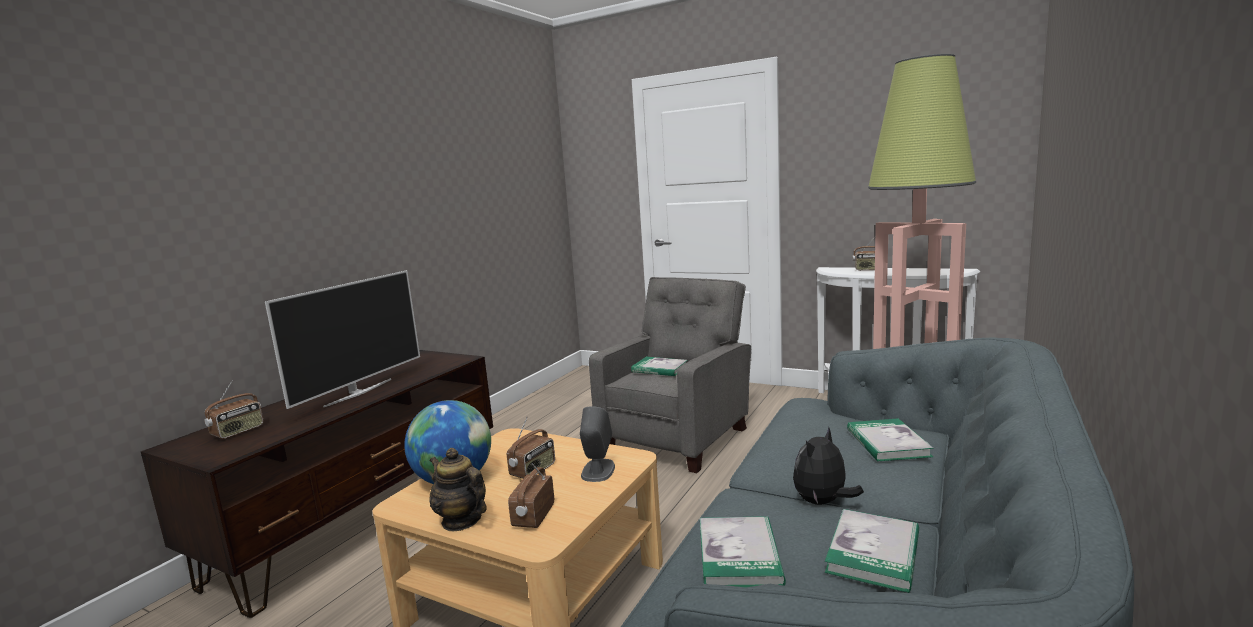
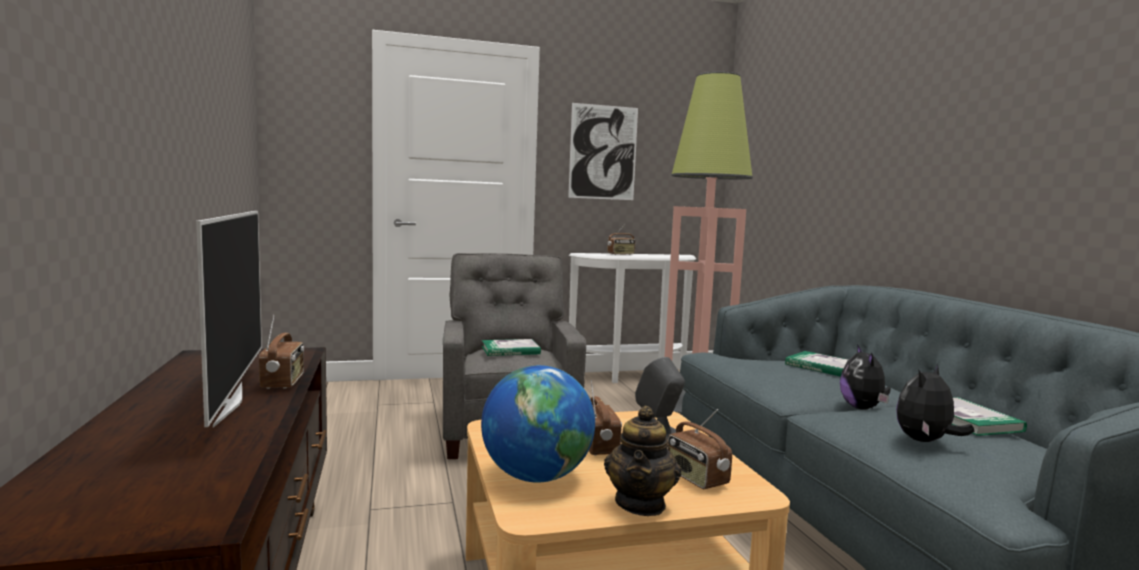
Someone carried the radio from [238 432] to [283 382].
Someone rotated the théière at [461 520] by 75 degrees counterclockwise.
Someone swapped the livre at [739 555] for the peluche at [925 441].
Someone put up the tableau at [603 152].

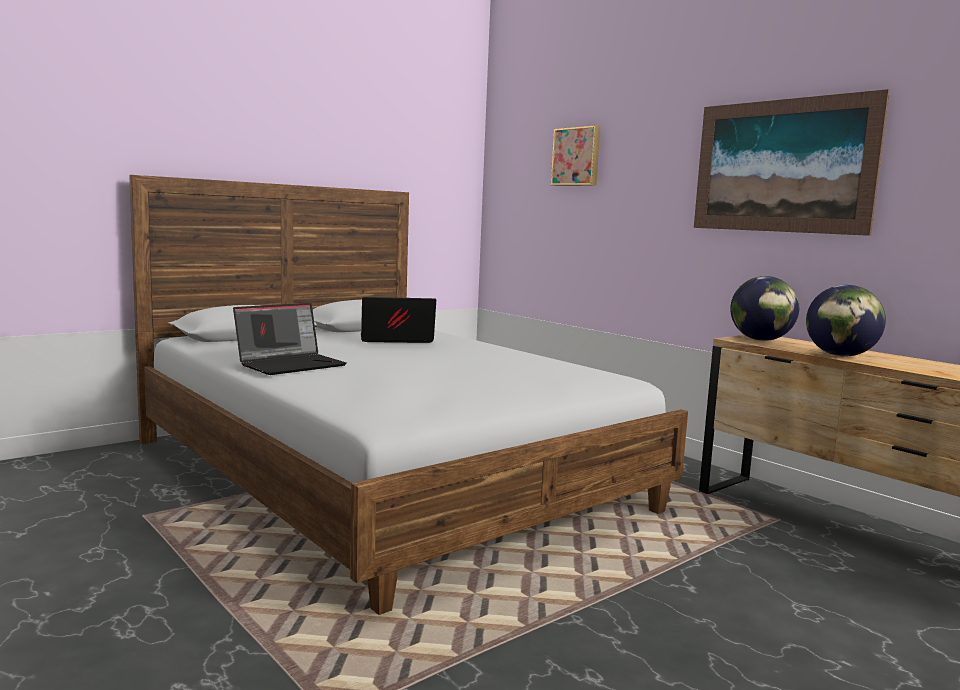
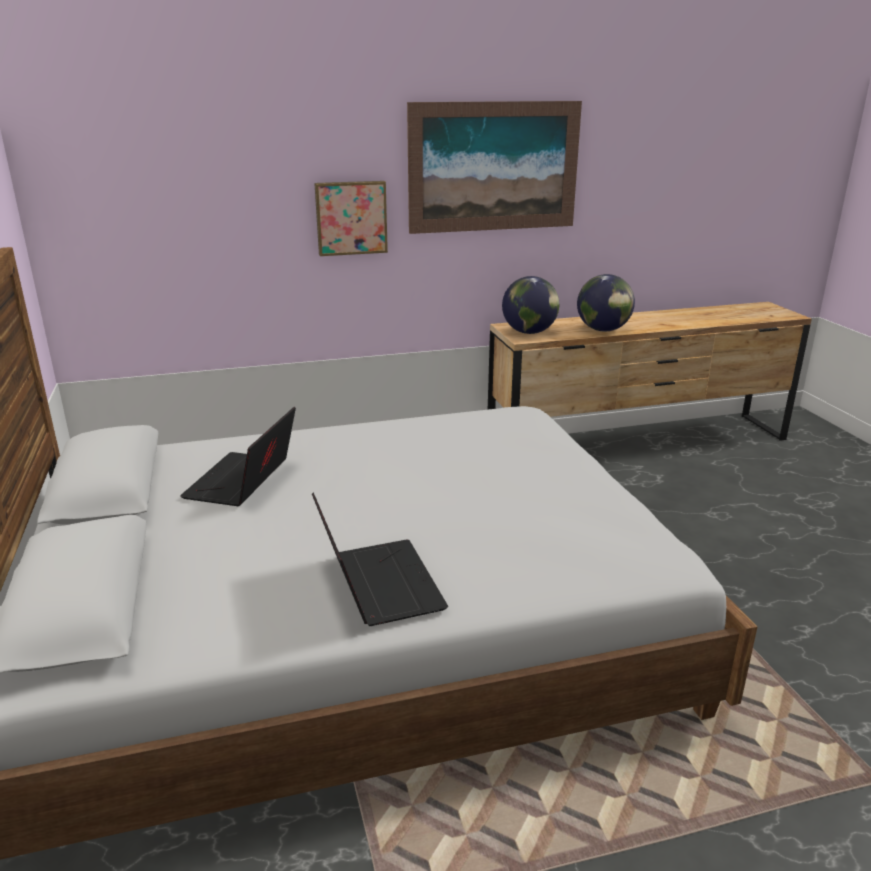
Someone carried the tableau from [577 156] to [351 217].

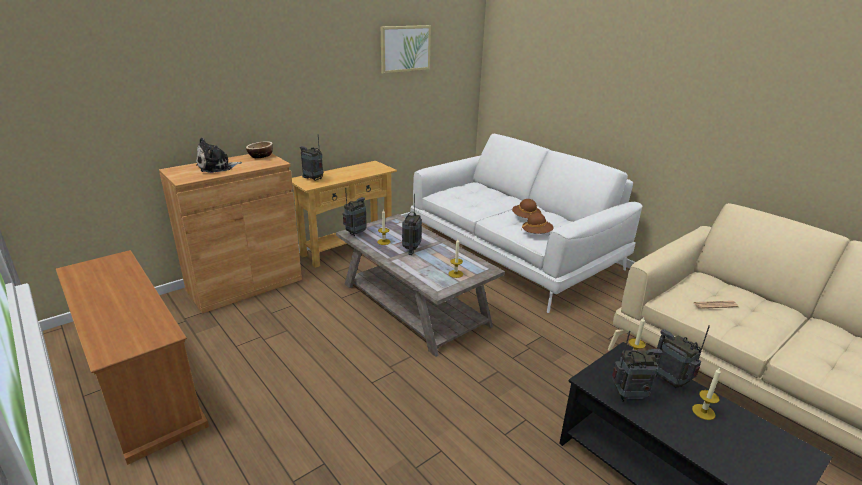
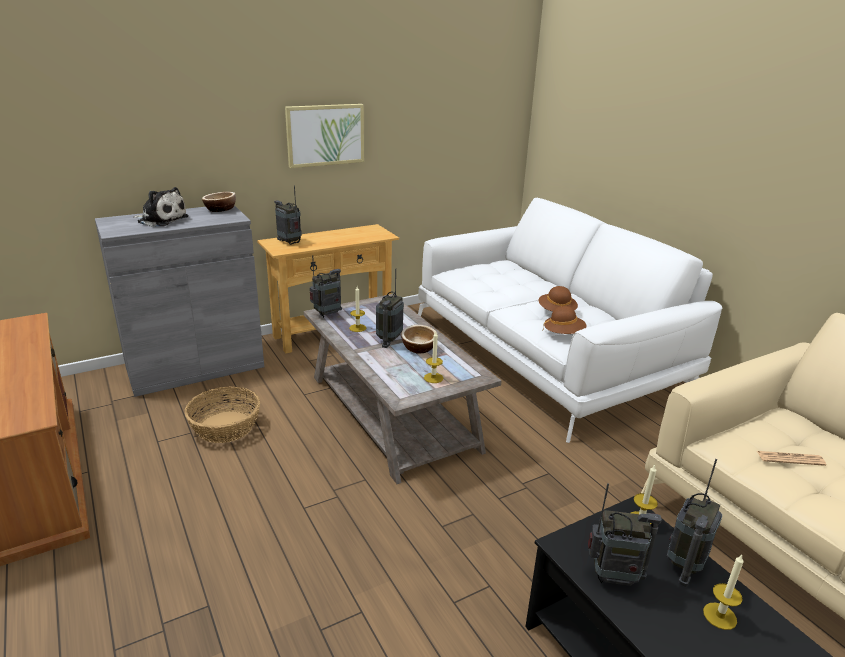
Someone repainted the meuble de rangement (marron) at [245 285], which became the meuble de rangement (gris) at [195 367].
Someone rotated the peluche at [217 167] by 135 degrees counterclockwise.
Someone carried the tableau from [405 48] to [325 135].
Someone rotated the radio at [670 382] by 120 degrees counterclockwise.
Someone put down the panier at [225 427].
Someone put down the bol at [418 348].

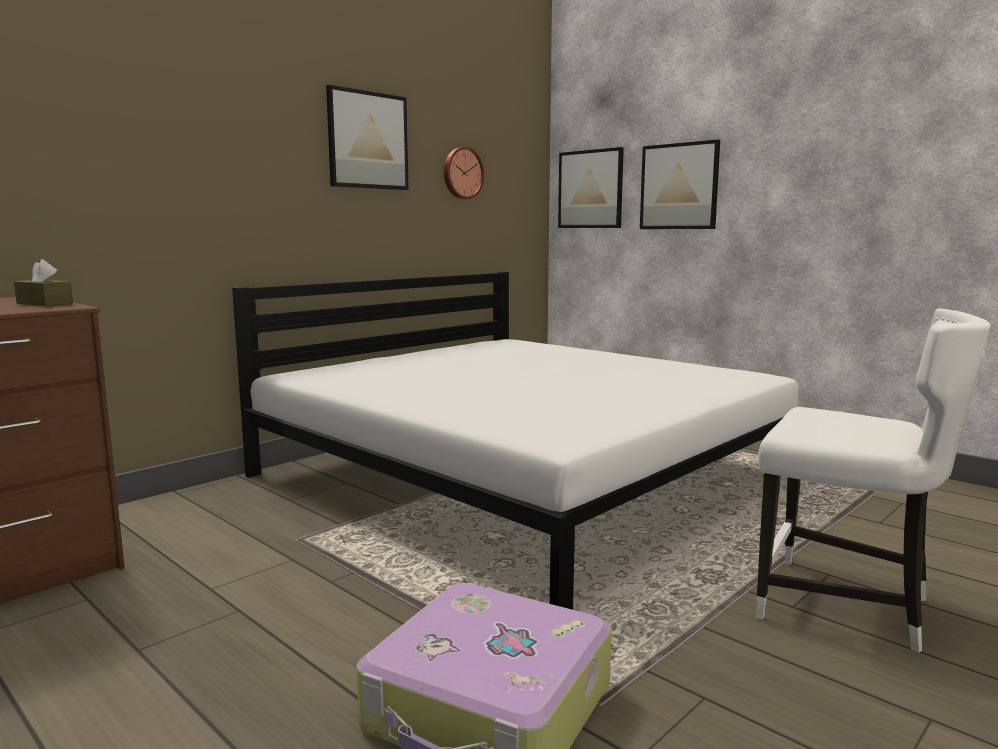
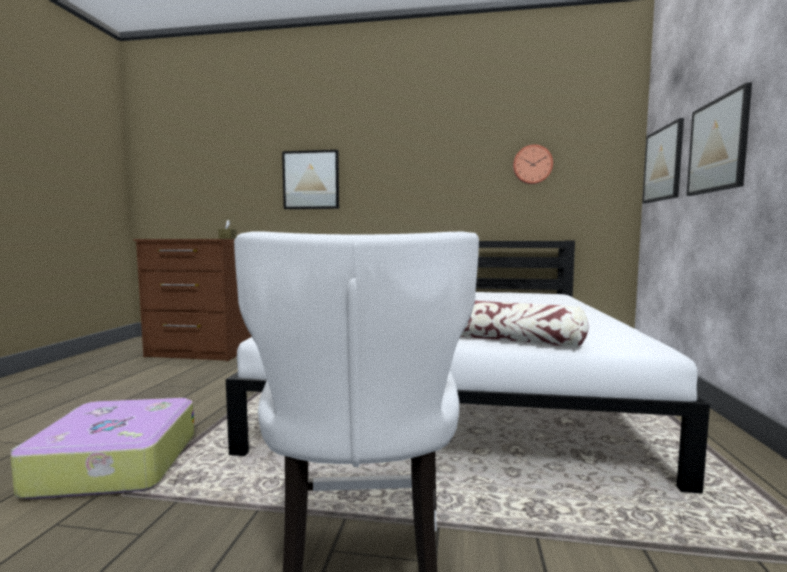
Someone carried the tableau from [368 140] to [311 180].
Someone put down the coussin at [506 340].

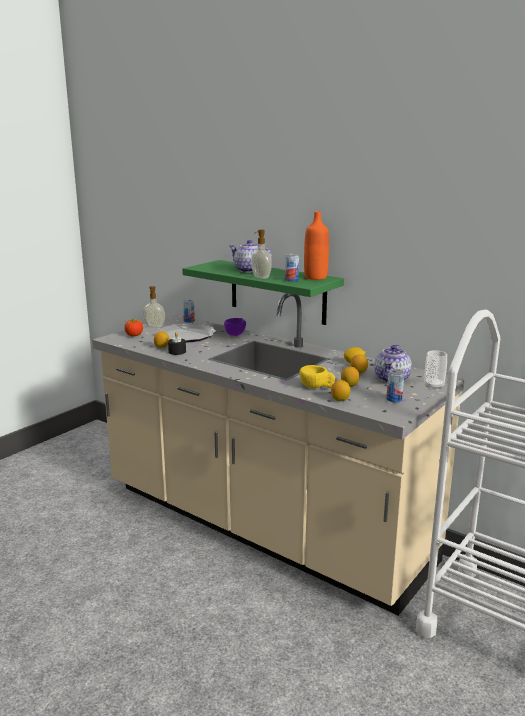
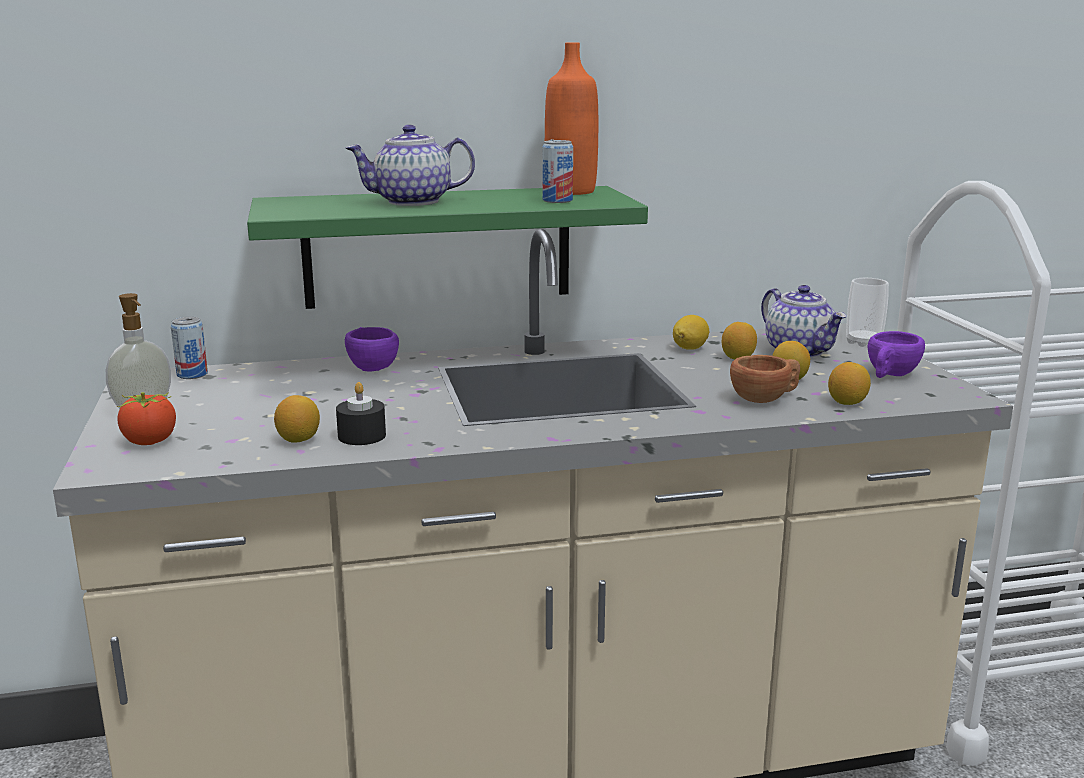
Someone took away the assiette at [187 335].
Someone took away the distributeur de savon at [260 277].
Someone repainted the tasse (jaune) at [317 387], which became the tasse (marron) at [766 399].
Someone swapped the boîte métallique at [394 399] for the tasse (violet) at [890 375].

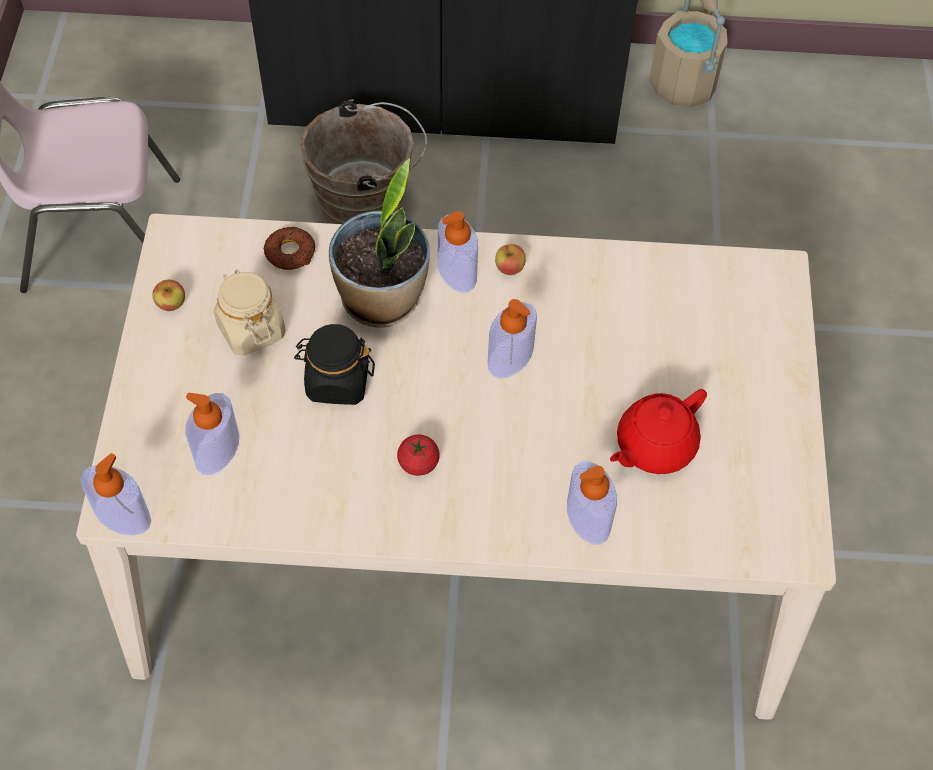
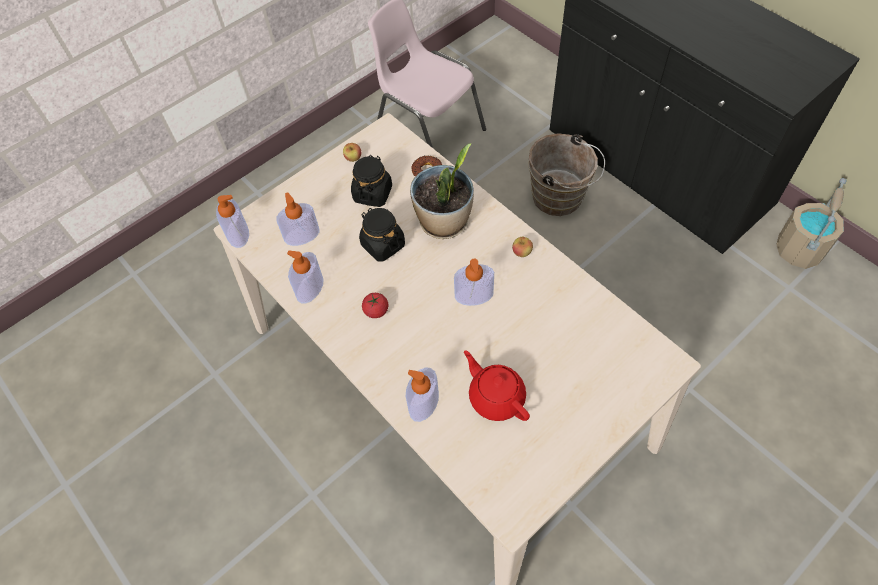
Someone repainted the bocal (beige) at [251 329], which became the bocal (noir) at [373 193].
Someone carried the distributeur de savon from [457 271] to [310 288].
Someone rotated the théière (rouge) at [653 446] by 45 degrees clockwise.

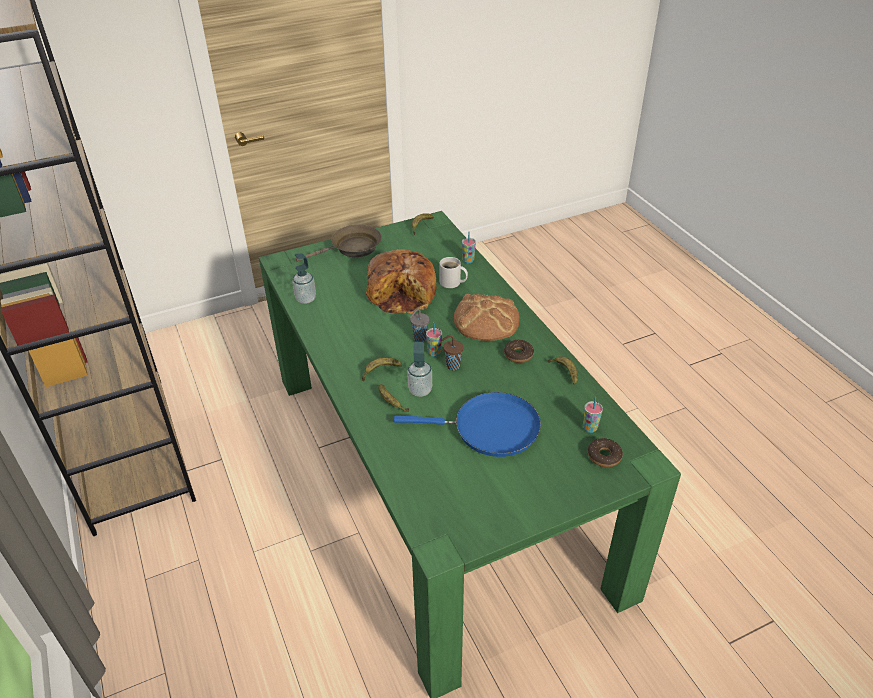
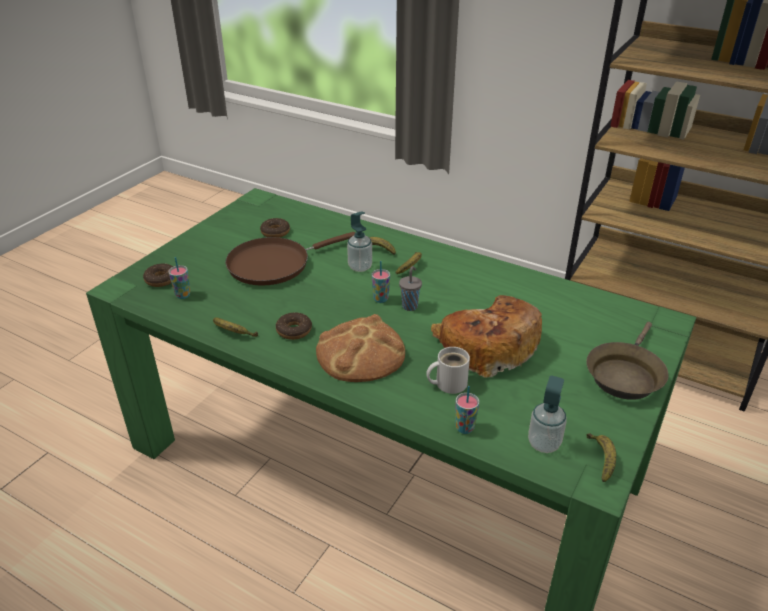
Someone carried the distributeur de savon from [306 299] to [543 443].
Someone repainted the poêle (bleu) at [490 428], which became the poêle (marron) at [274 264].
Someone took away the tasse (marron) at [452 366].
Someone put down the beignet at [275 232].

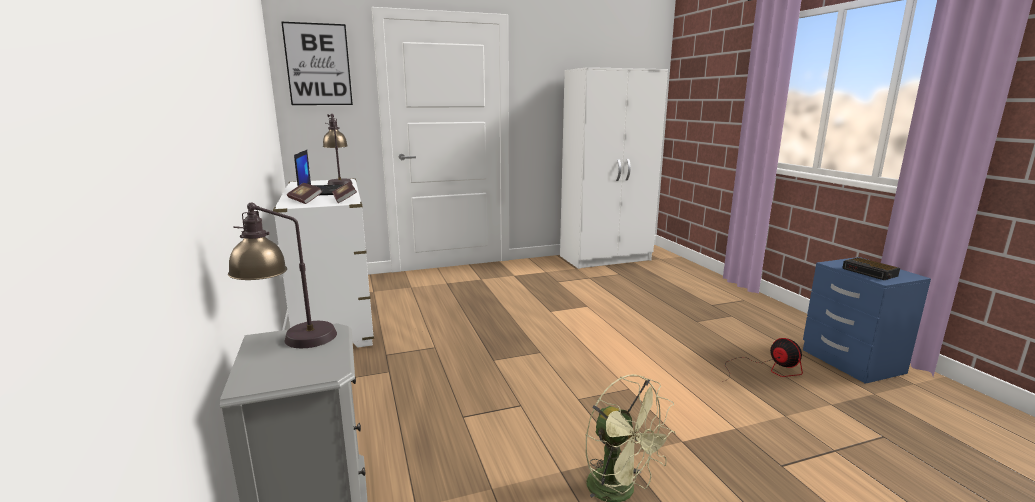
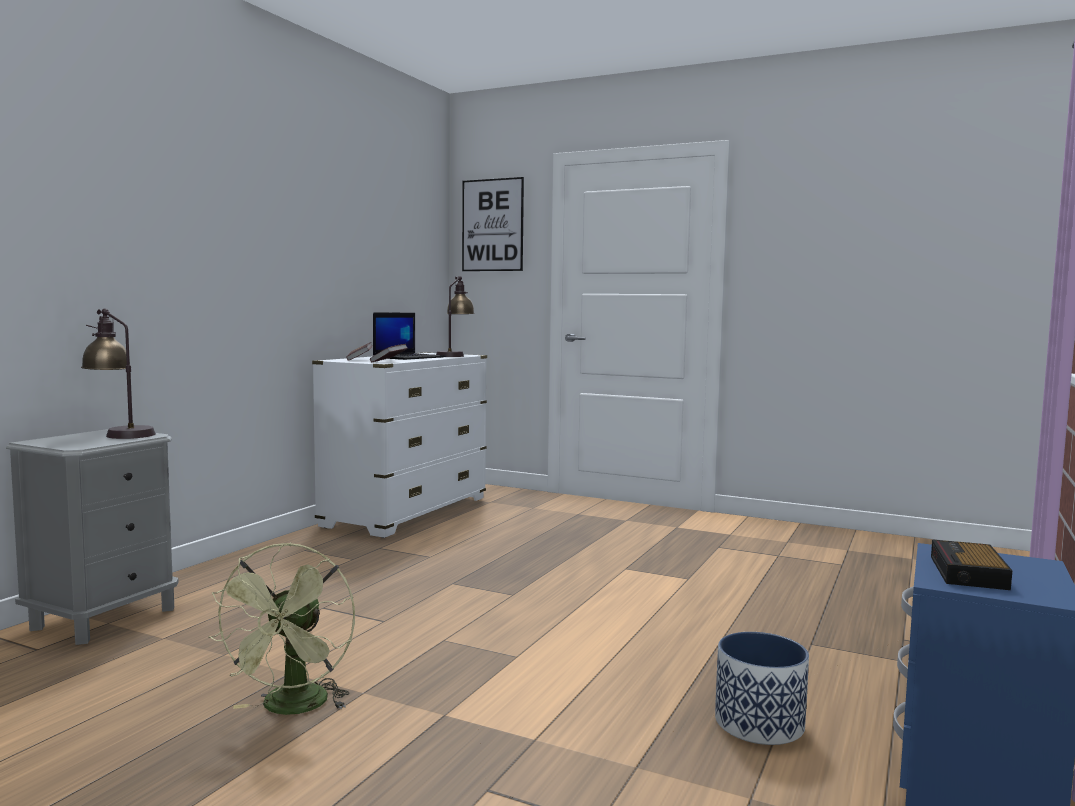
Someone took away the armoire (blanc) at [606 258].
Someone swapped the ventilateur at [765 369] for the cache-pot at [759 724].

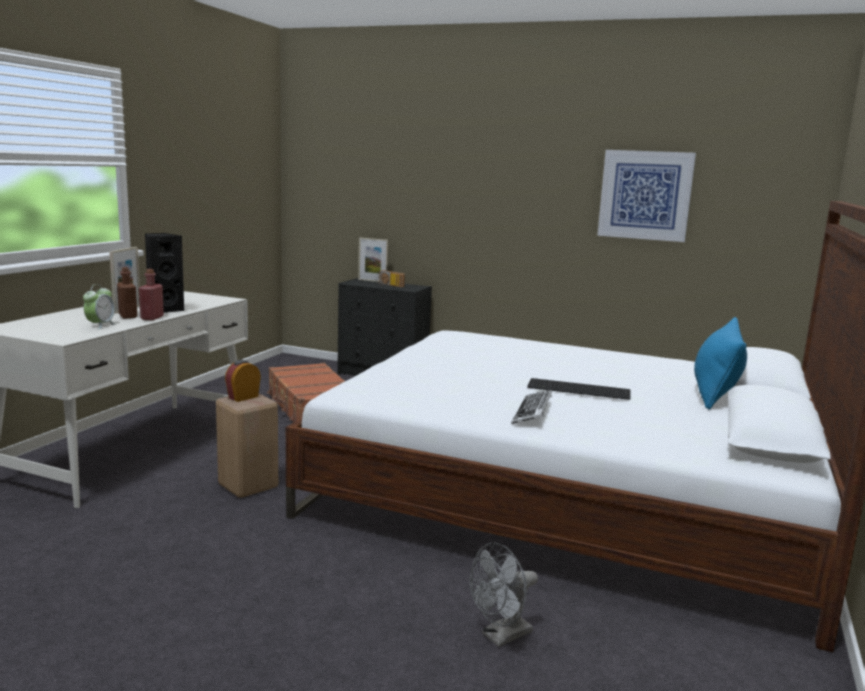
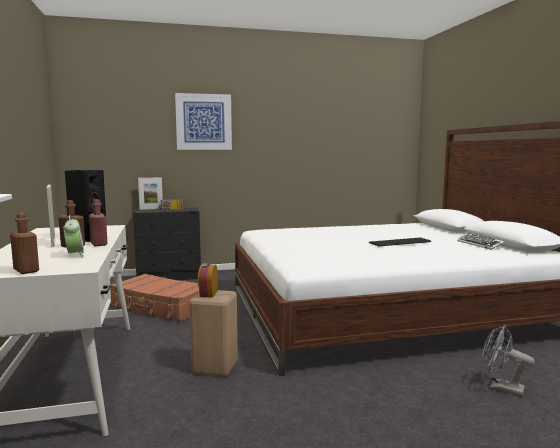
Someone rotated the ventilateur (gris) at [501 636] by 105 degrees clockwise.
Someone carried the clavier from [532 412] to [480 244].
Someone carried the tableau from [645 195] to [204 122].
Someone took away the coussin (bleu) at [715 391].
Someone put down the bouteille (marron) at [26 271].

